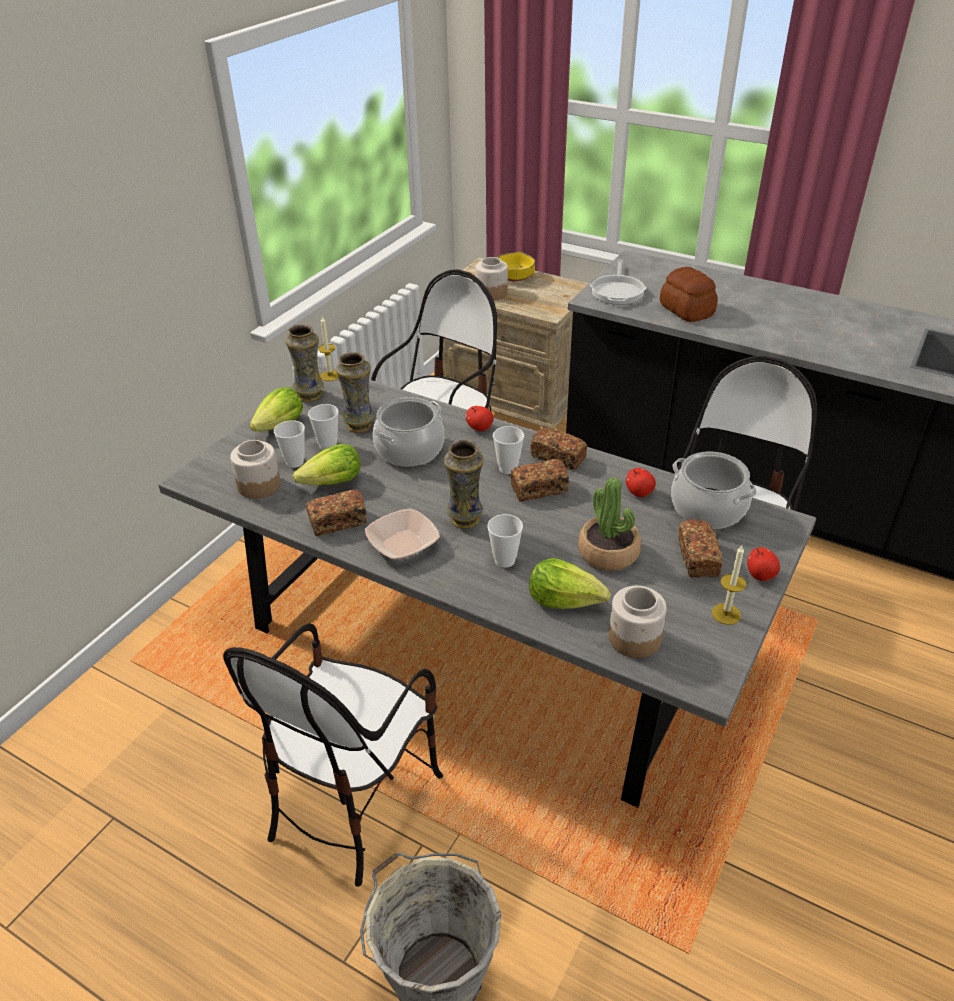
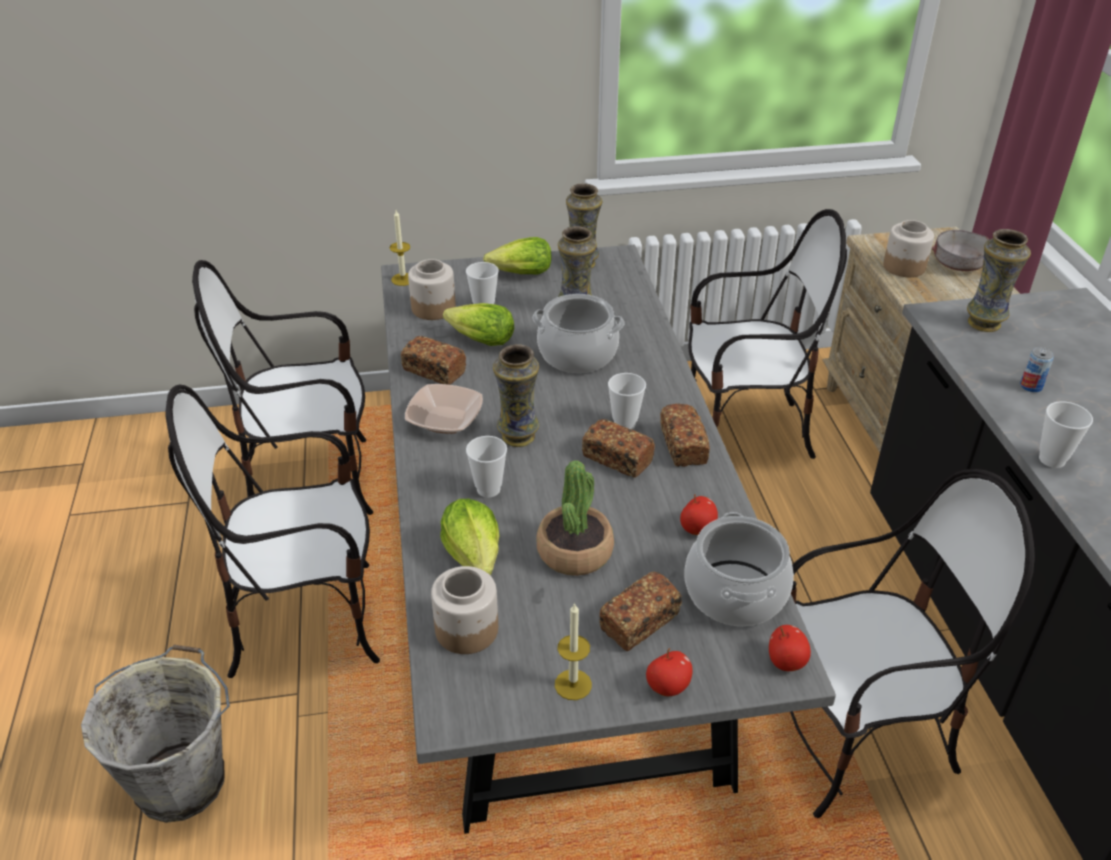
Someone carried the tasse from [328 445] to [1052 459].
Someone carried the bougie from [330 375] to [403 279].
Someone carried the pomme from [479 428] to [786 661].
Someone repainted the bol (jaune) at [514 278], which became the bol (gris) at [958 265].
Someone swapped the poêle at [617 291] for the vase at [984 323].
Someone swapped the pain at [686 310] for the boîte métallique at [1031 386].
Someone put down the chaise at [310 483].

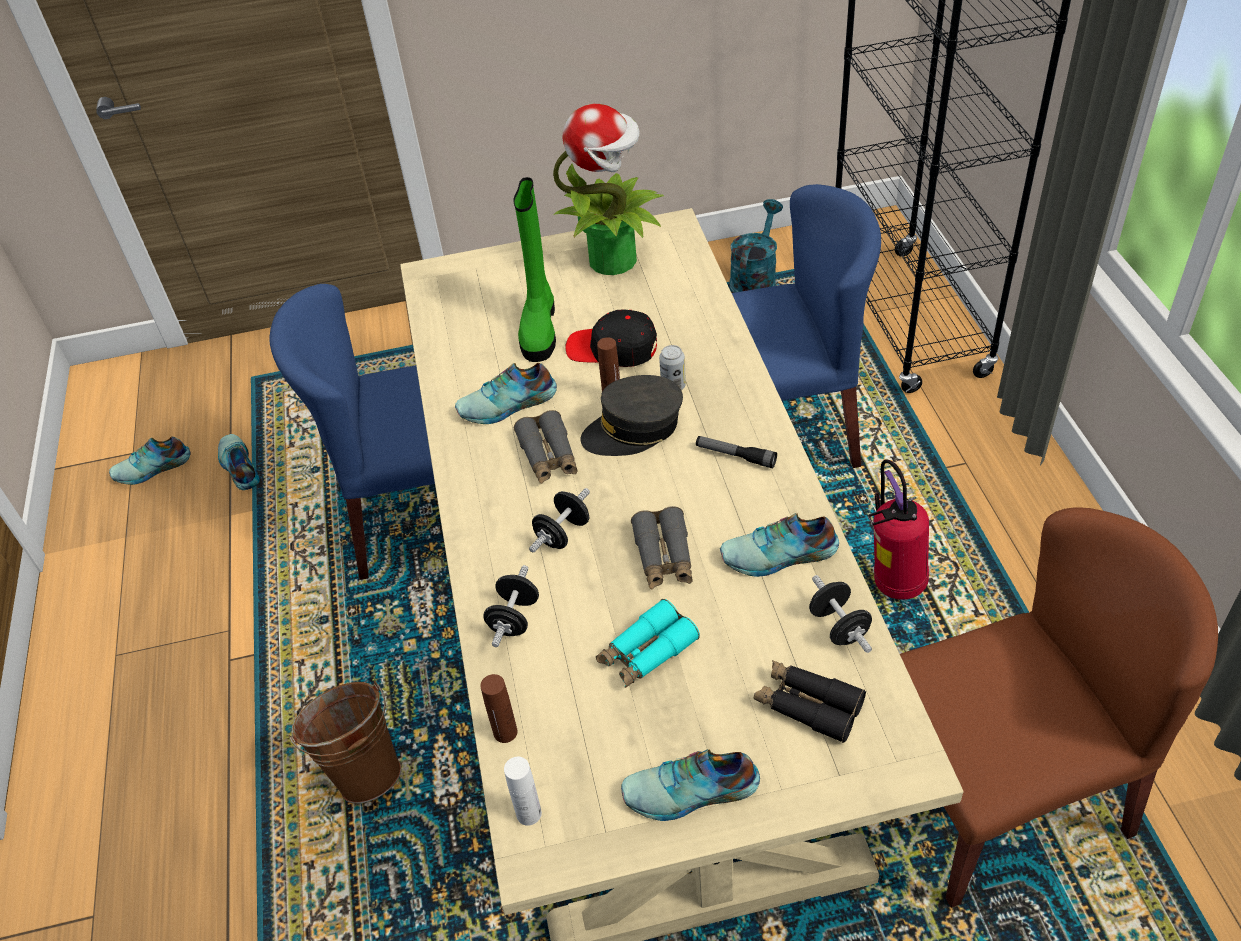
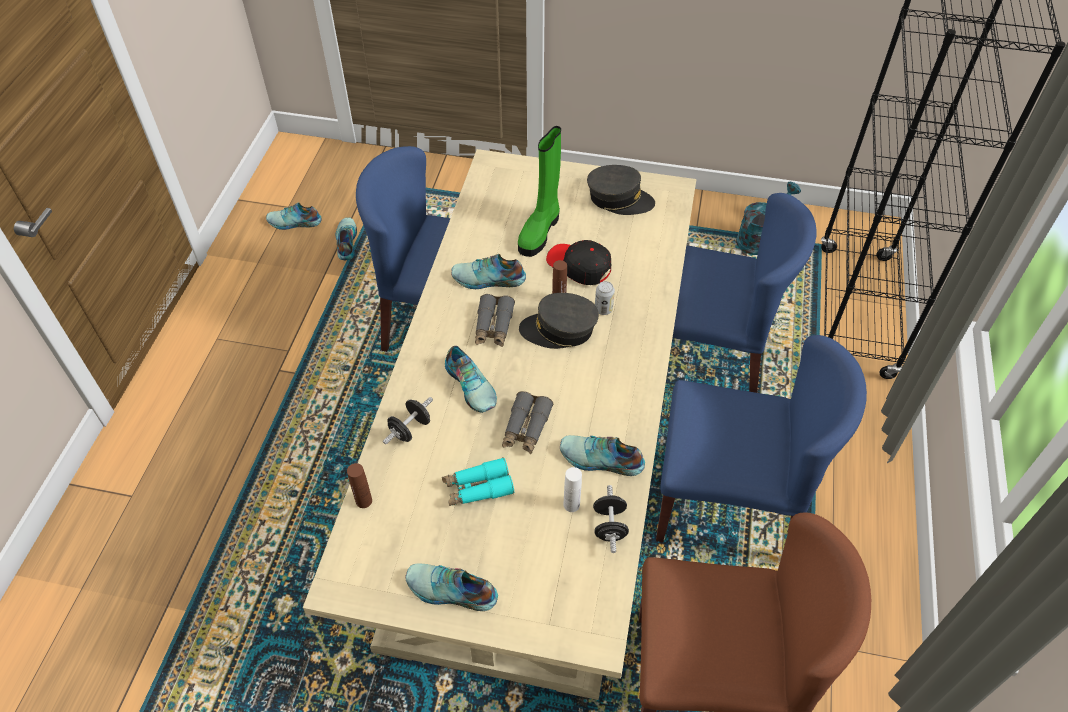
Someone took away the seau (marron) at [363 768].
Someone carried the bouteille (blanc) from [529 813] to [571 505].
Someone swapped the haltère (noir) at [563 533] for the chaussure at [472 384].
Someone swapped the plante en pot at [614 259] for the casquette (gris) at [619 199].
Someone took away the lampe de poche at [735 456].
Someone took away the jumelles (noir) at [807 705].
Someone swapped the extincteur at [893 583] for the chaise (bleu) at [728 503].

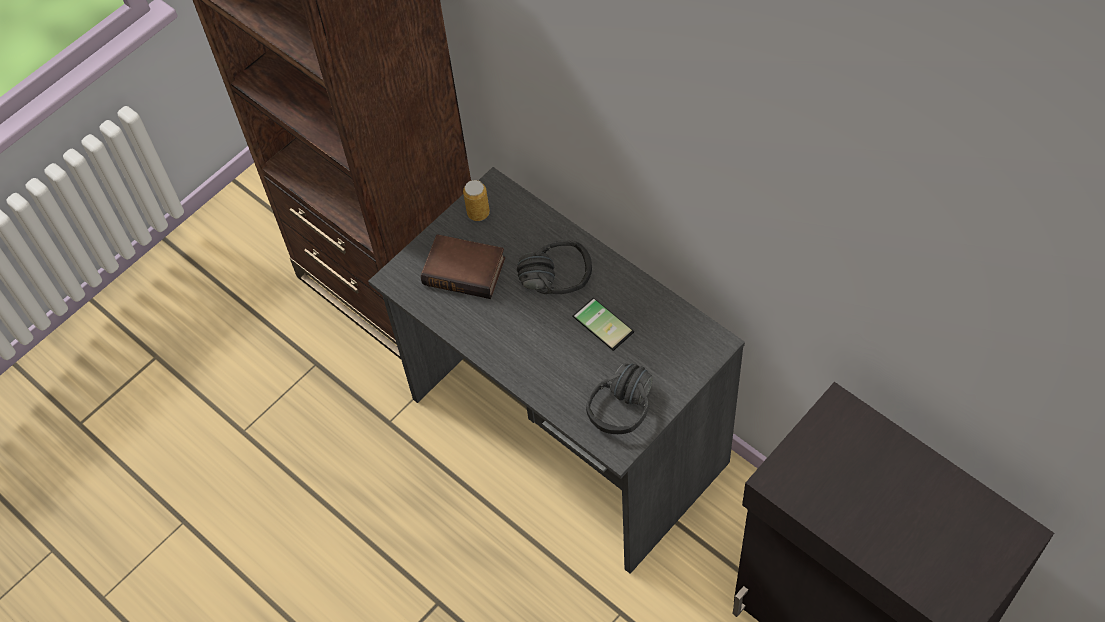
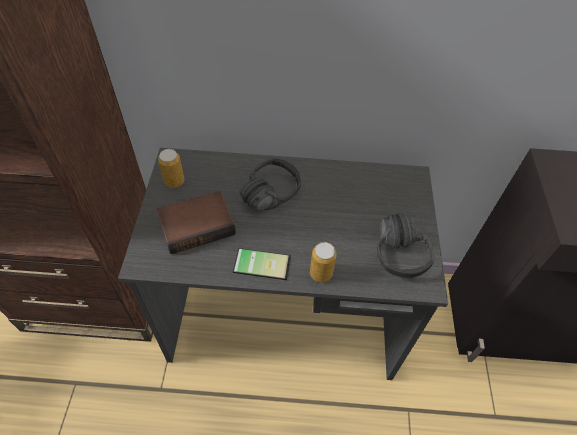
Someone carried the téléphone from [605 322] to [262 261].
Someone put down the boîte métallique at [321 273].

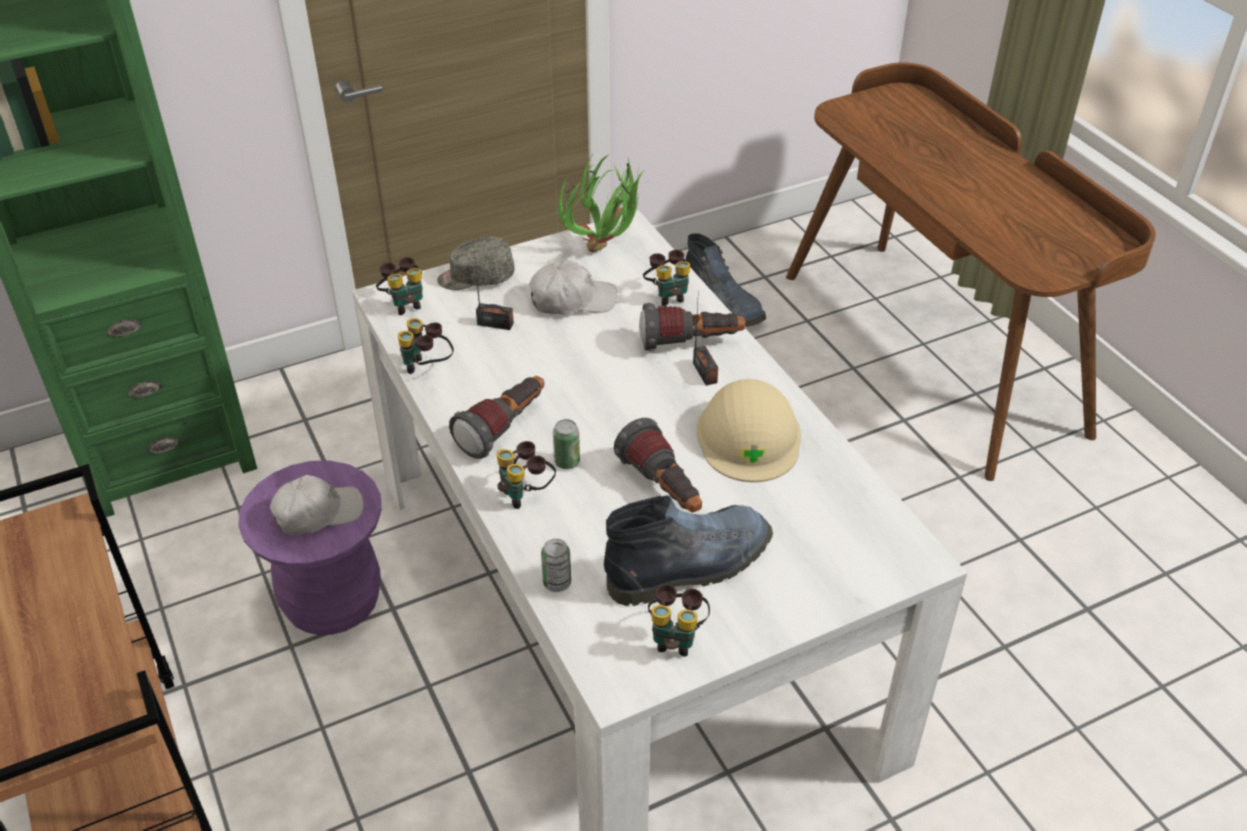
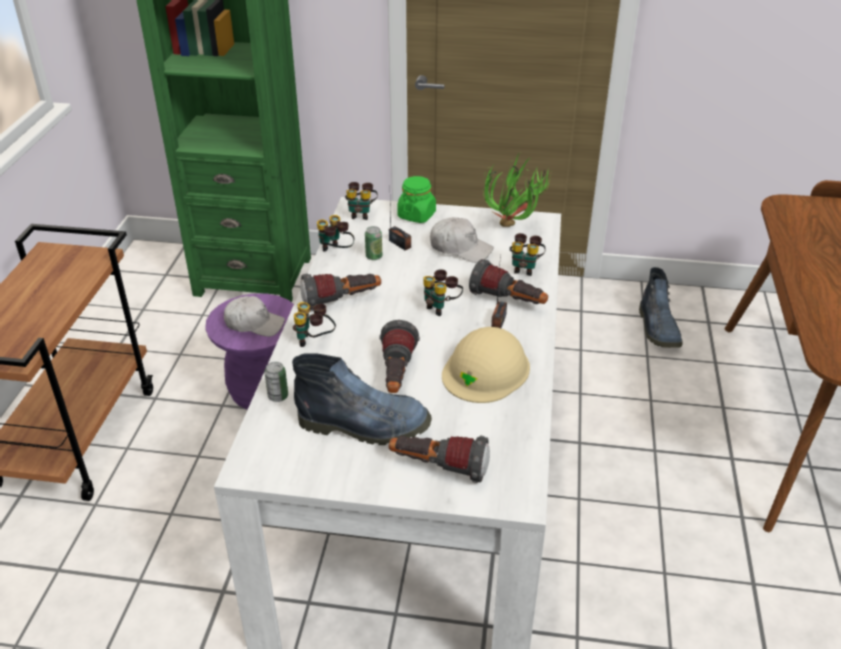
Someone swapped the casquette (gris) at [476 278] for the bocal (vert) at [416 215].
Someone carried the boîte métallique from [567 462] to [374 256].
Someone carried the jumelles from [676 638] to [441 307].
Someone put down the lampe de poche at [438 468].

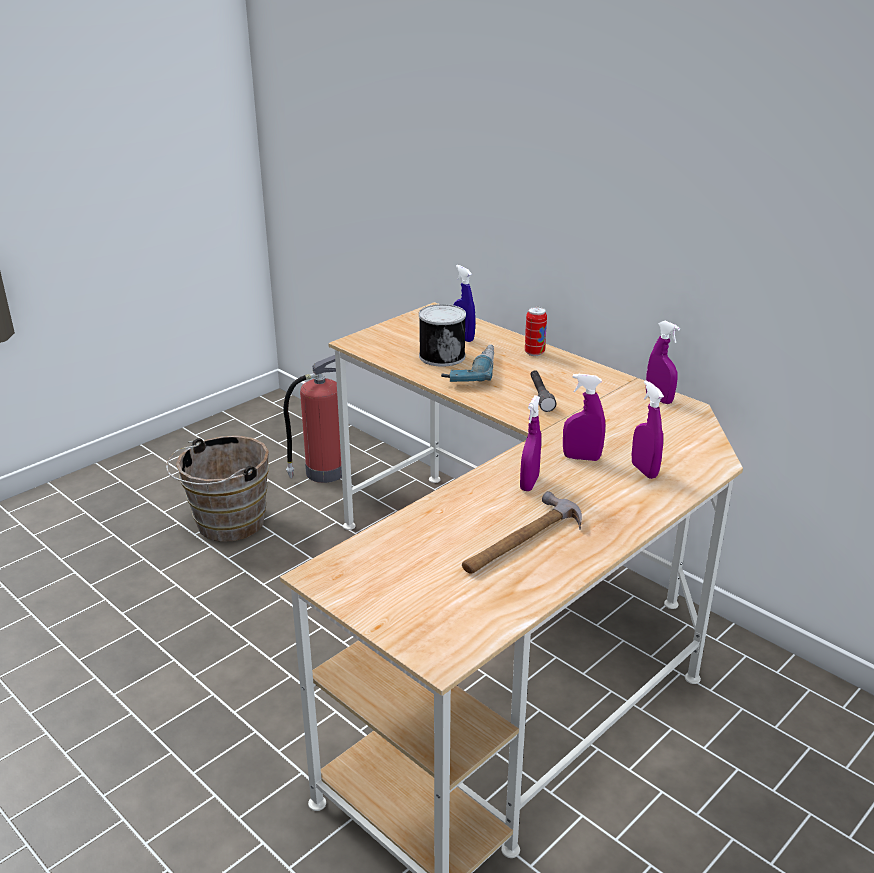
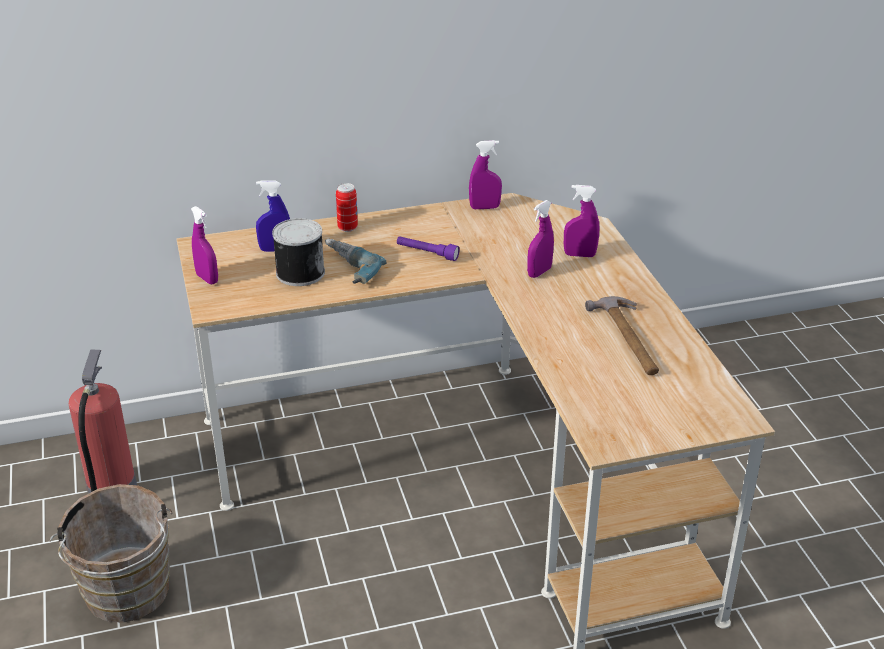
Someone carried the vaporisateur (violet) from [529 483] to [207 279].
Someone repainted the lampe de poche (gris) at [540 396], which became the lampe de poche (violet) at [427 253].

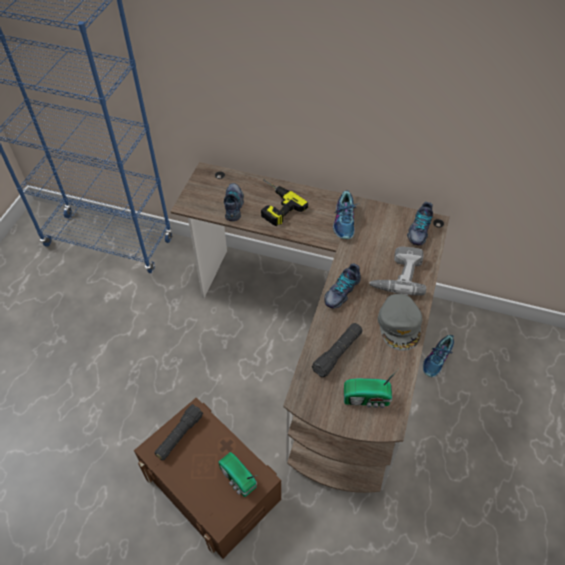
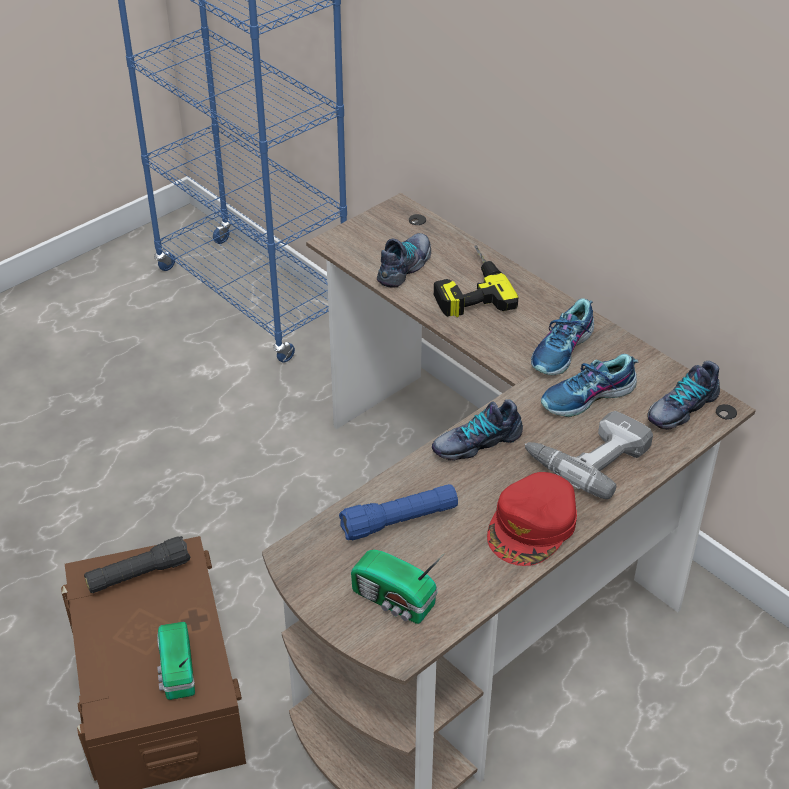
Someone repainted the lampe de poche (noir) at [337 353], which became the lampe de poche (bleu) at [399 521].
Someone repainted the casquette (gris) at [400 325], which became the casquette (rouge) at [532 526].
Someone carried the chaussure from [437 359] to [588 398].

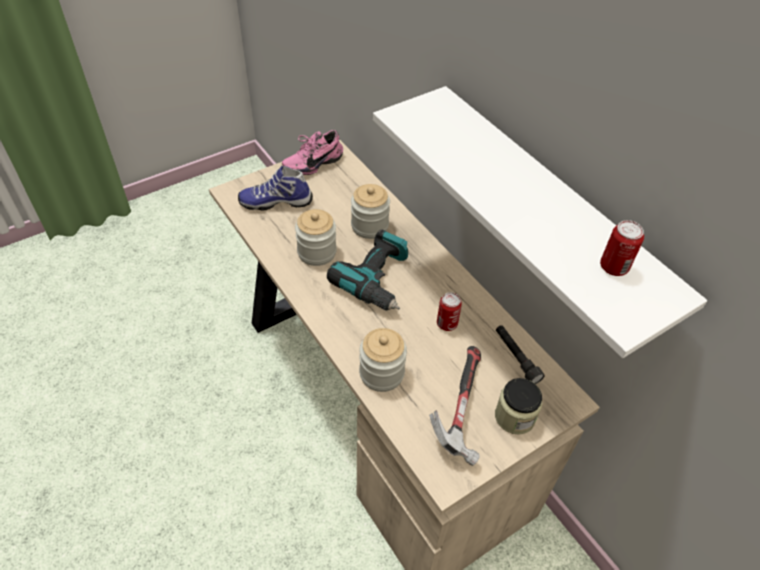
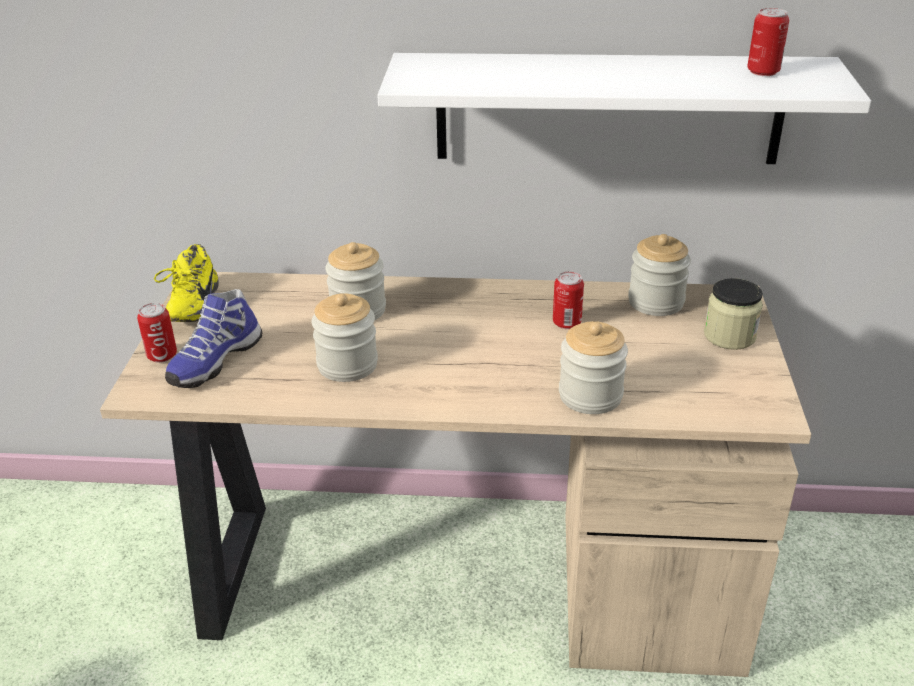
Someone repainted the chaussure (rose) at [312 163], which became the chaussure (jaune) at [190 306].
Someone took away the perceuse at [378 279].
Someone took away the marteau at [460 410].
Someone swapped the lampe de poche (gris) at [516 357] for the bocal at [656 302].
Someone put down the boîte métallique at [162 355].

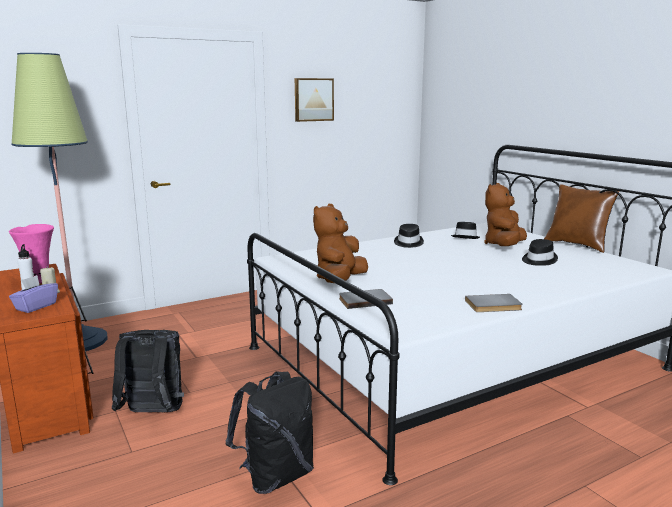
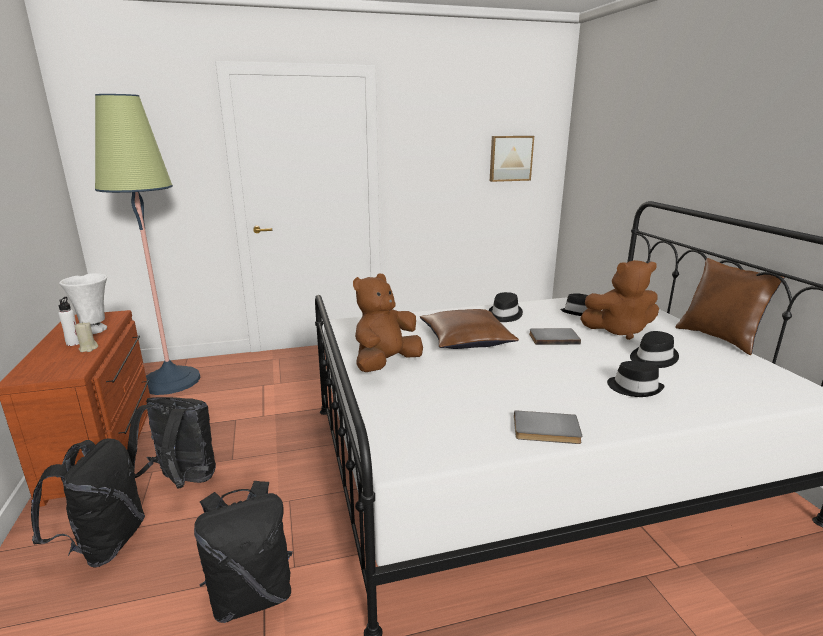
Someone repainted the vase (rose) at [39 280], which became the vase (blanc) at [95 330].
Someone took away the boîte à mouchoirs (violet) at [35 306].
Someone carried the tableau from [313 99] to [510 158].
Someone carried the livre (gris) from [364 300] to [553 338].
Someone rotated the peluche (marron) at [504 246] by 135 degrees counterclockwise.
Someone put down the sac à dos (noir) at [105 544].
Someone put down the coussin (marron) at [466 340].
Someone put down the chapeau (noir) at [634 388].

